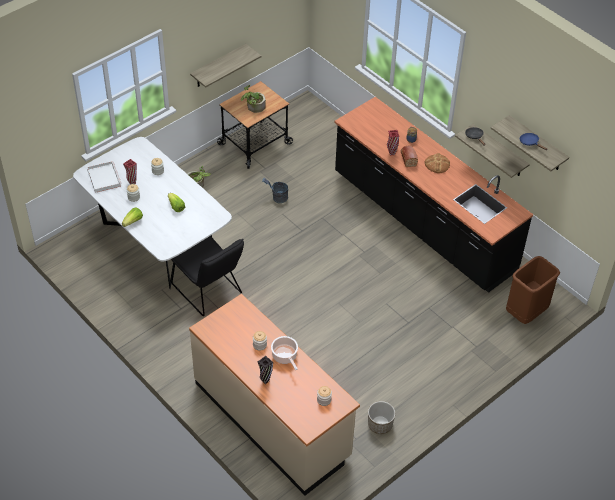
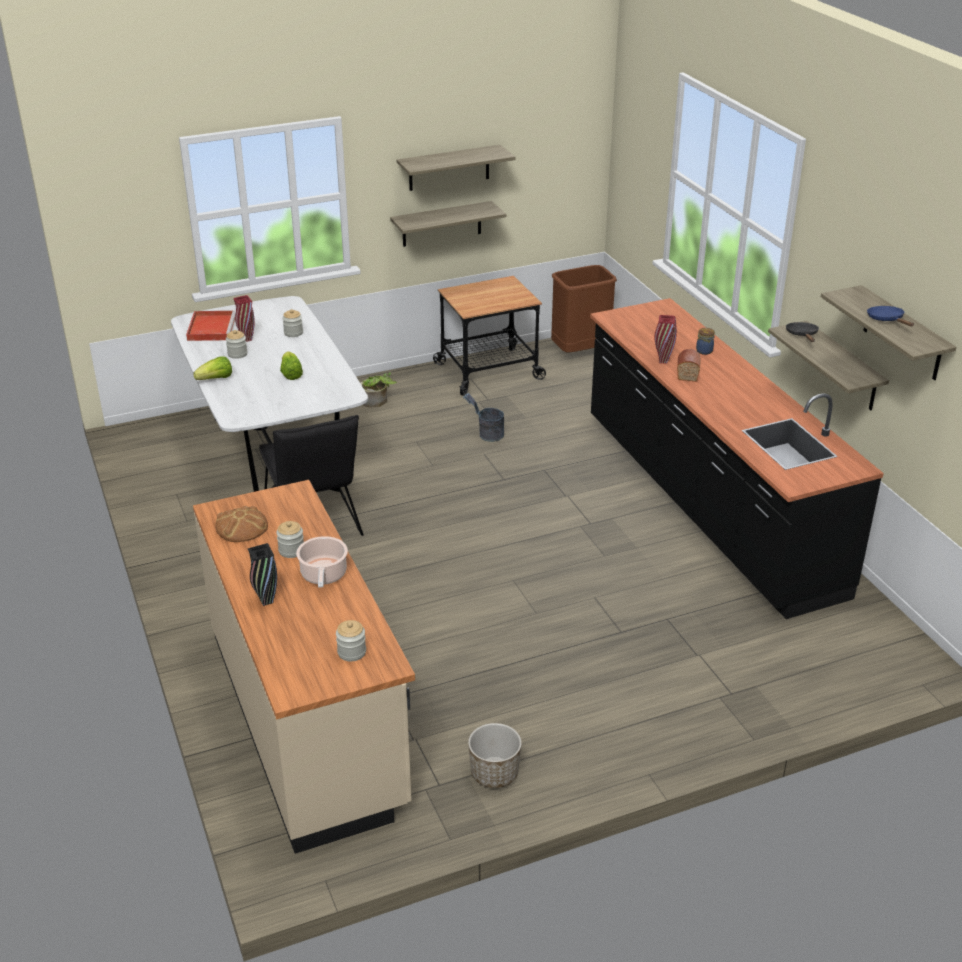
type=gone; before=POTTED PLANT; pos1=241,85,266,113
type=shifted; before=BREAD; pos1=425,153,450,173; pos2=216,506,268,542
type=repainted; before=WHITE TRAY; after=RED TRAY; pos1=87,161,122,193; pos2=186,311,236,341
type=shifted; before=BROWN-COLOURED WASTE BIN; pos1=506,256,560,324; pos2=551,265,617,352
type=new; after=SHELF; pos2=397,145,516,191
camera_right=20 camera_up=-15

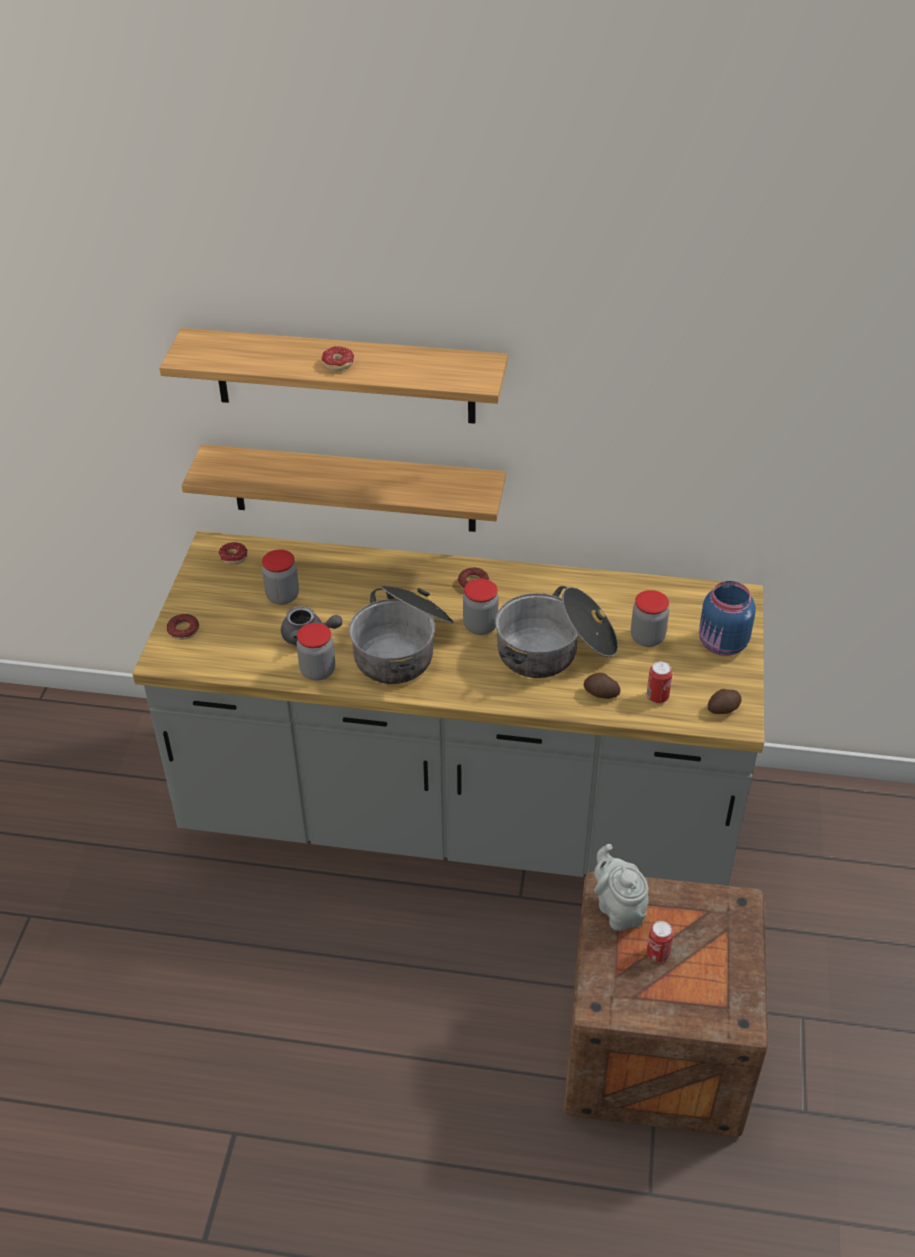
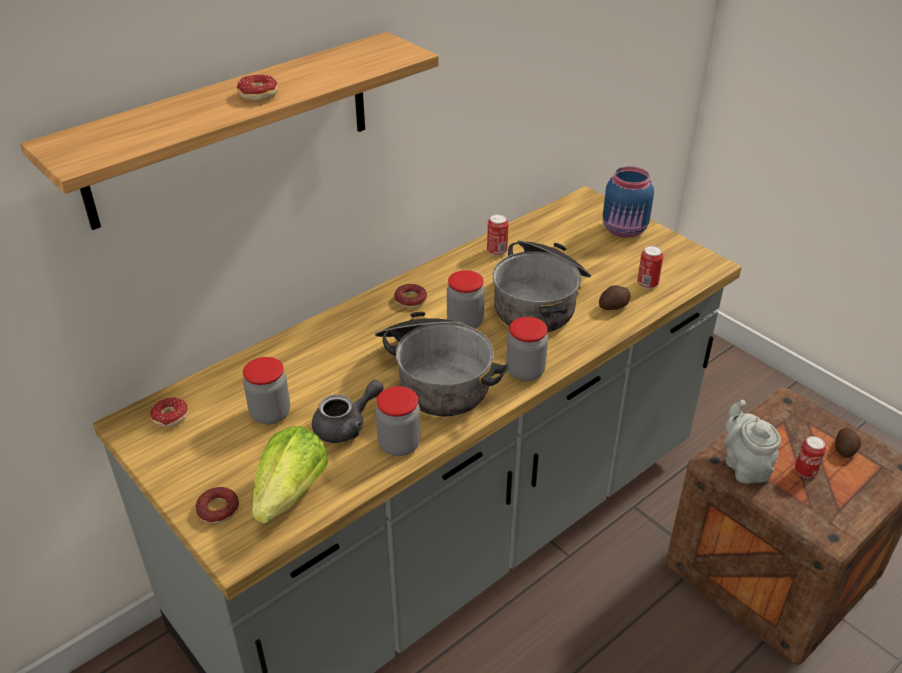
type=gone; before=SHELF; pos1=181,444,506,532
type=shifted; before=STORAGE JAR; pos1=631,590,669,647; pos2=506,317,548,381
type=shifted; before=SPUD; pos1=708,689,741,714; pos2=835,428,861,458
type=rotated; before=GRAY TEA POT; pos1=594,844,649,931; pos2=724,400,781,484; turn=60
type=new; after=CAN; pos2=487,214,509,256
type=new; after=LETTUCE; pos2=252,426,328,523
camera_right=-50 camera_up=-5

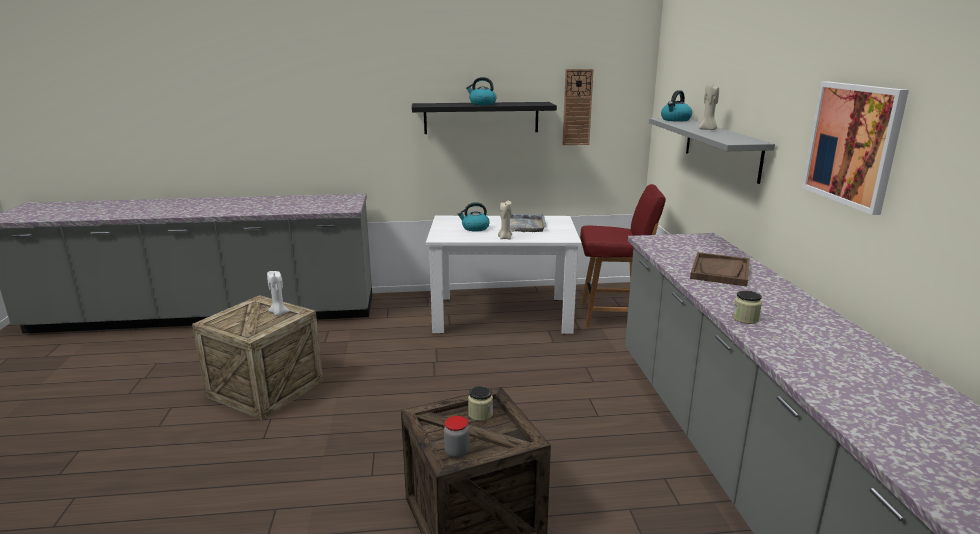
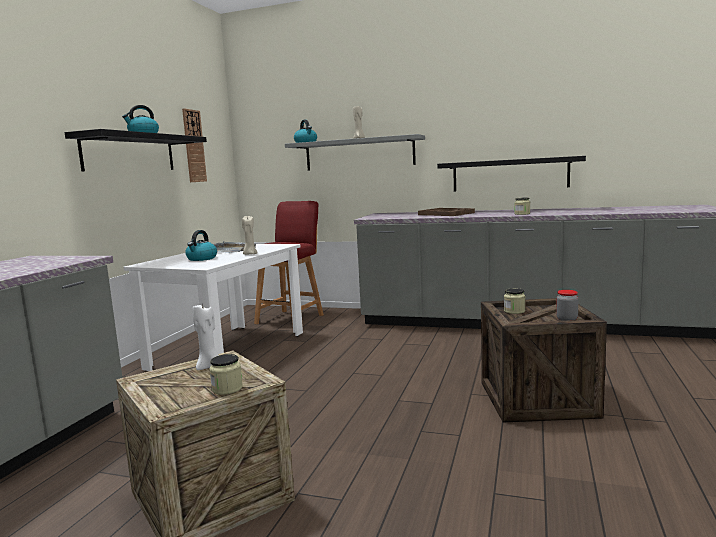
type=gone; before=WALL ART; pos1=802,82,909,215
type=new; after=BLACK-COLOURED SHELF; pos2=437,156,586,192
type=new; after=STORAGE JAR; pos2=209,354,243,395
camera_right=-65 camera_up=-10

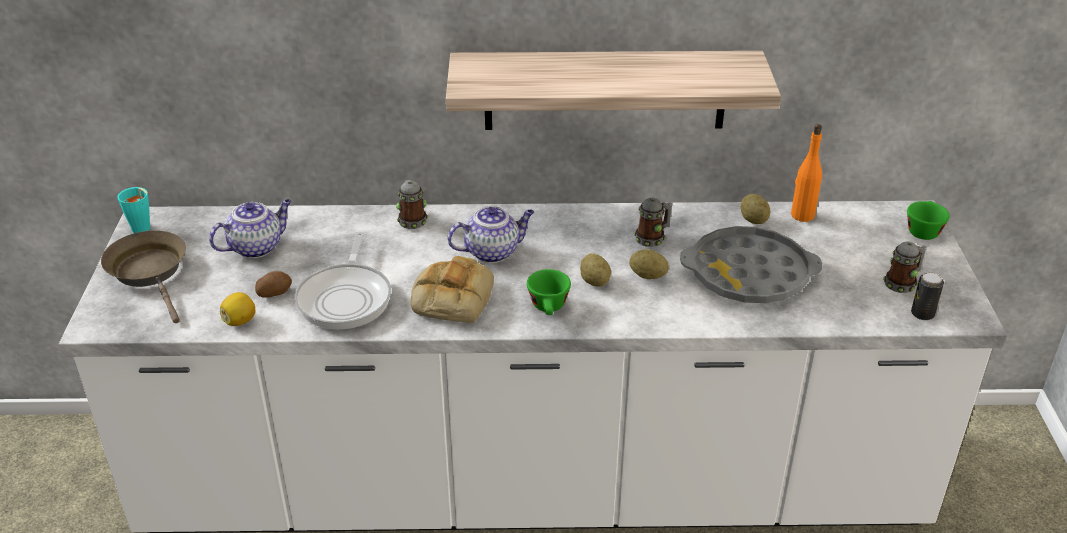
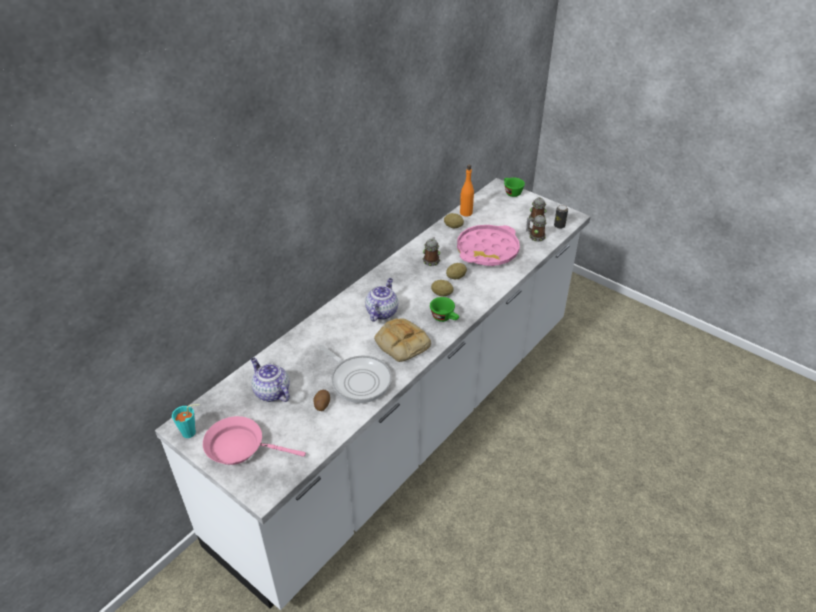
type=gone; before=SHELF; pos1=446,51,781,130
type=shifted; before=MUG; pos1=396,180,428,229; pos2=526,215,547,242
type=rotated; before=TEA POT; pos1=209,199,292,258; pos2=251,358,290,402; turn=-45
type=repainted; before=GRAY TRAY; after=PINKISH TRAY; pos1=680,226,822,303; pos2=457,225,520,266
type=repainted; before=BROWN-COLOURED SKILLET; after=PINKISH SKILLET; pos1=101,230,186,323; pos2=203,416,306,465
type=gone; before=LEMON; pos1=220,292,255,326
camera_right=-50 camera_up=5

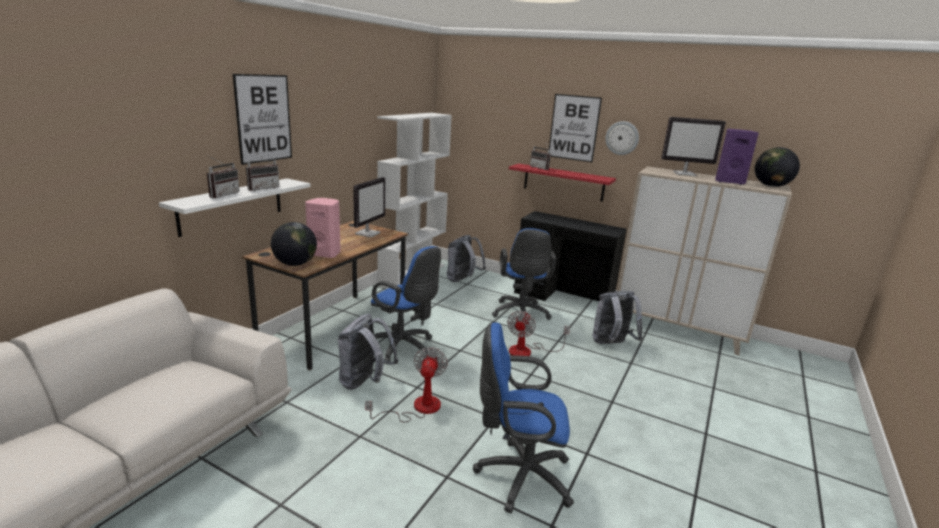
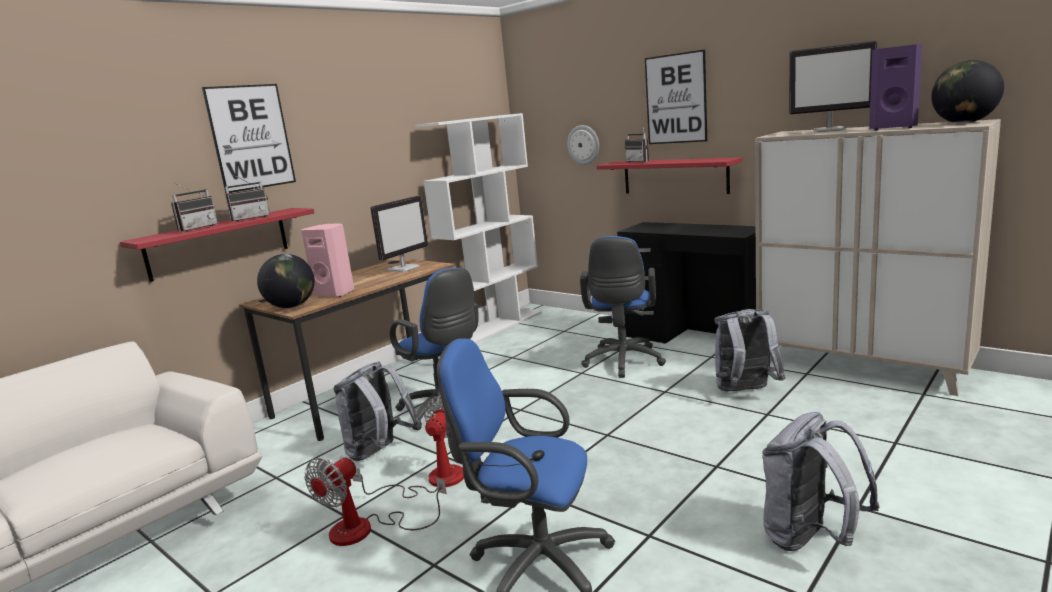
type=shifted; before=CLOCK ON THE WALL; pos1=605,121,639,155; pos2=567,125,599,165
type=repainted; before=WHITE SHELF; after=RED SHELF; pos1=159,178,311,237; pos2=120,208,314,282
type=shifted; before=GRAY KNAPSACK; pos1=447,235,486,282; pos2=762,412,880,551
type=shifted; before=FAN; pos1=507,311,570,356; pos2=304,456,447,546
camera_right=15 camera_up=-5

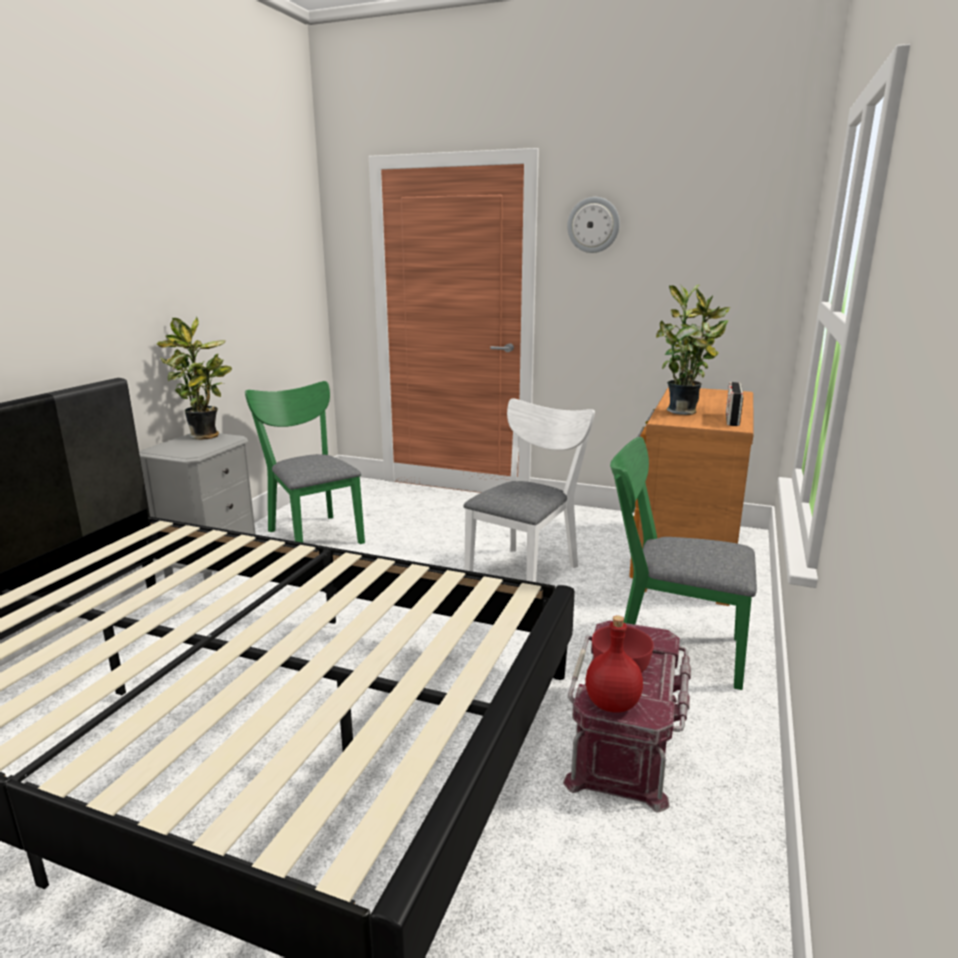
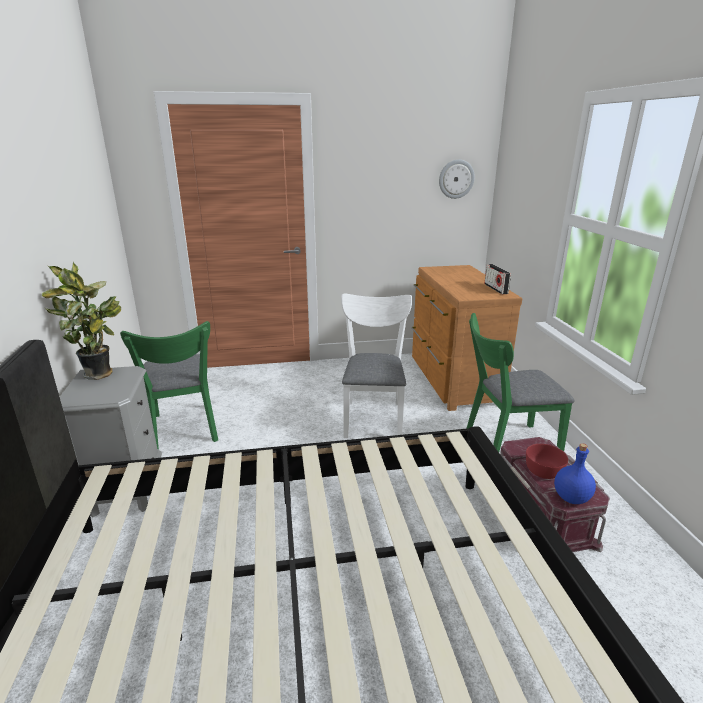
type=shifted; before=CLOCK ON THE WALL; pos1=567,197,620,253; pos2=439,159,475,199
type=gone; before=POTTED PLANT; pos1=656,284,731,415
type=rotated; before=GREEN-COLOURED CHAIR; pos1=245,381,365,544; pos2=120,321,218,450; turn=-135
type=repainted; before=RED BOTTLE; after=BLUISH BOTTLE; pos1=585,615,643,713; pos2=554,443,596,504
camera_right=-30 camera_up=5

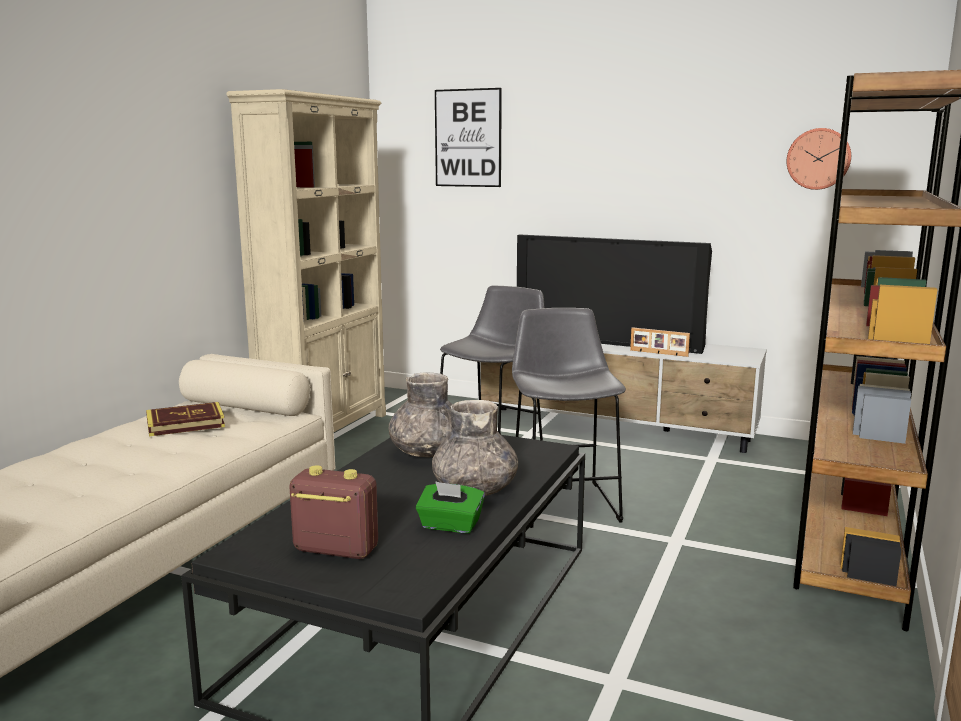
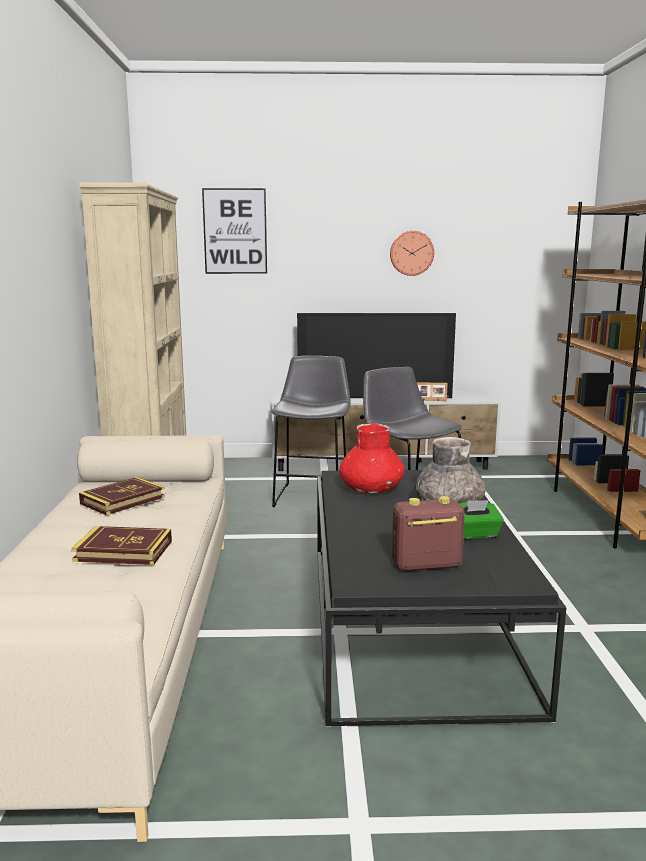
type=shifted; before=CLOCK ON THE WALL; pos1=787,128,851,190; pos2=390,231,434,276
type=repainted; before=GRAY DECORATIVE VASE; after=RED DECORATIVE VASE; pos1=389,372,453,457; pos2=339,424,405,493
type=new; after=BOOK; pos2=72,526,172,565
camera_right=-25 camera_up=0

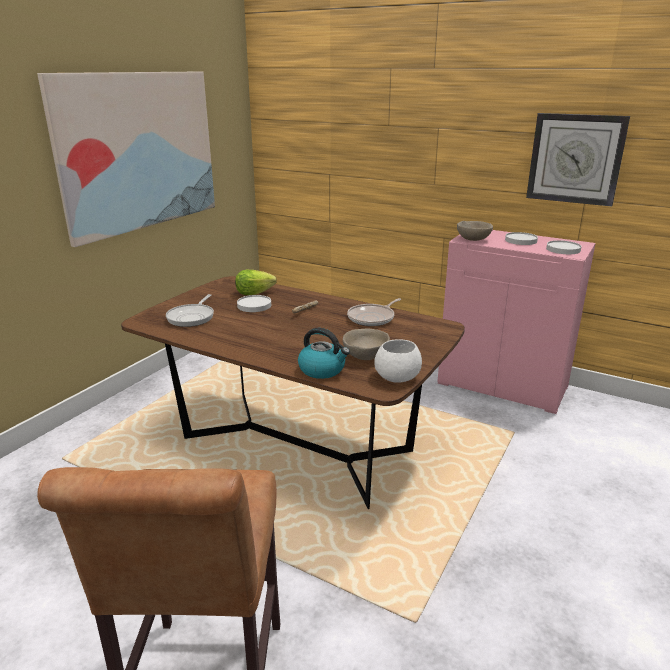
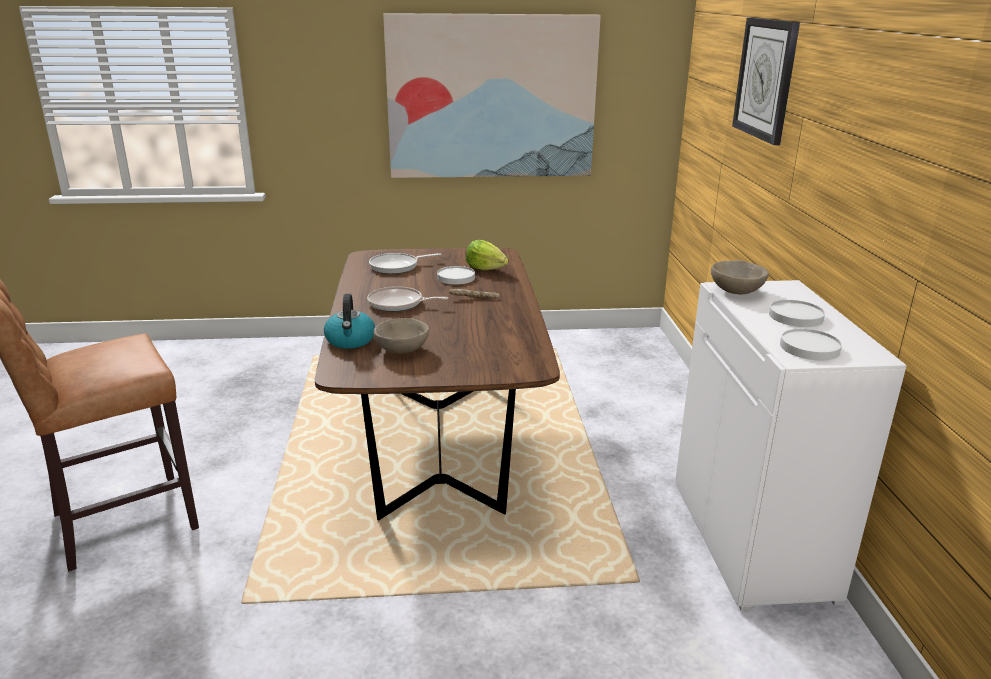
type=shifted; before=CLOCK ON THE WALL; pos1=526,113,630,207; pos2=732,17,800,145
type=repainted; before=PINKISH STORAGE CABINET; after=WHITE STORAGE CABINET; pos1=437,230,596,414; pos2=675,280,907,611
type=shifted; before=SKILLET; pos1=347,298,401,326; pos2=367,286,449,312
type=gone; before=WHITE SERVING BOWL; pos1=374,340,422,382
camera_right=55 camera_up=0

